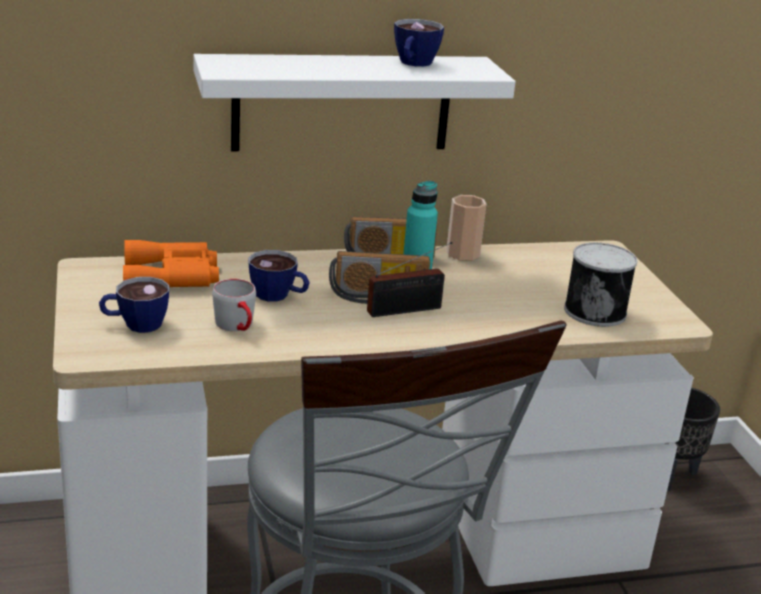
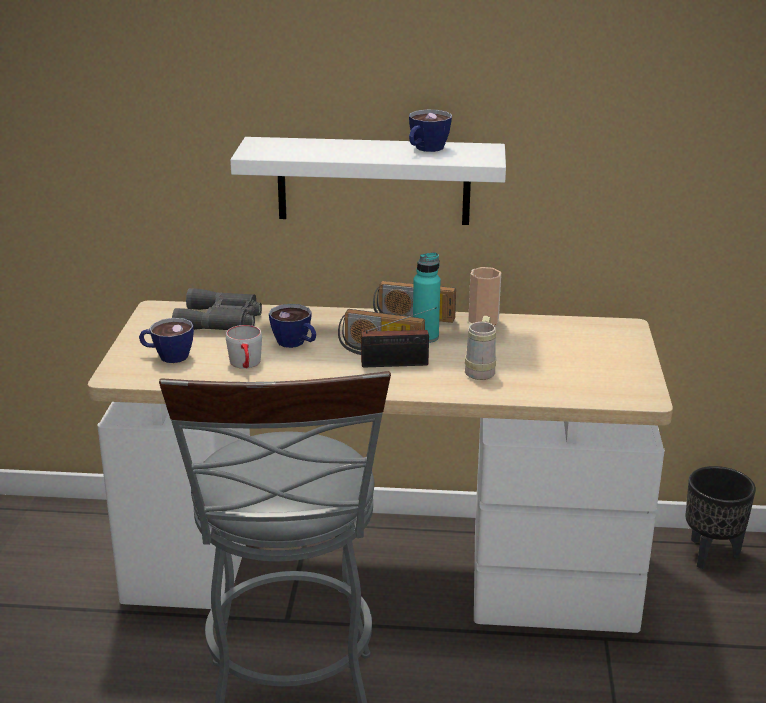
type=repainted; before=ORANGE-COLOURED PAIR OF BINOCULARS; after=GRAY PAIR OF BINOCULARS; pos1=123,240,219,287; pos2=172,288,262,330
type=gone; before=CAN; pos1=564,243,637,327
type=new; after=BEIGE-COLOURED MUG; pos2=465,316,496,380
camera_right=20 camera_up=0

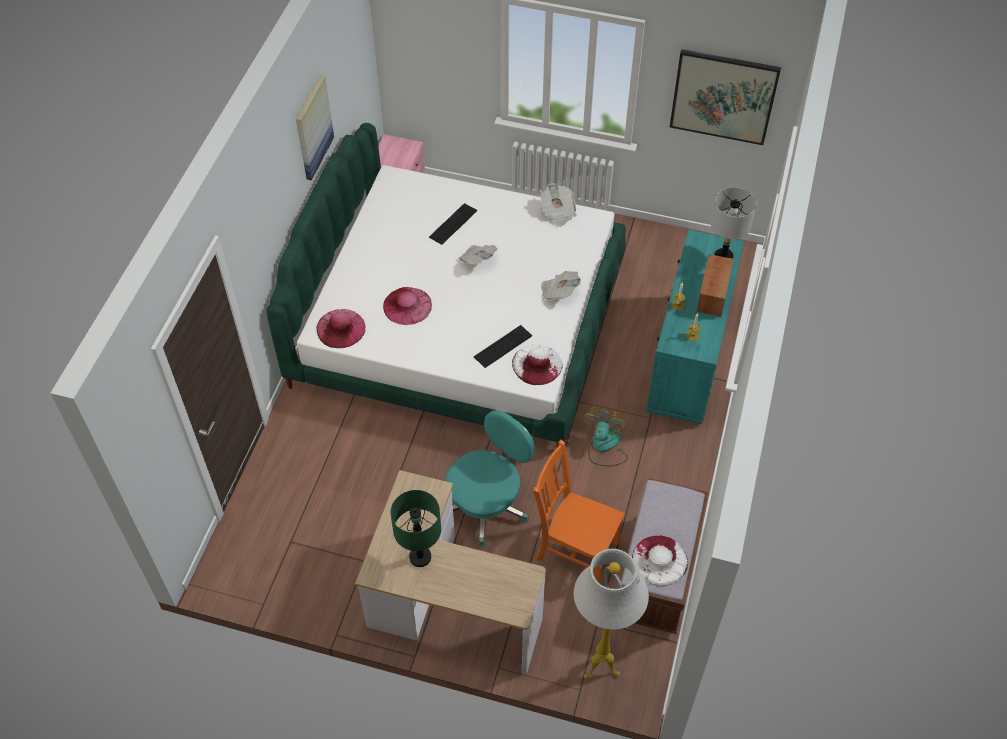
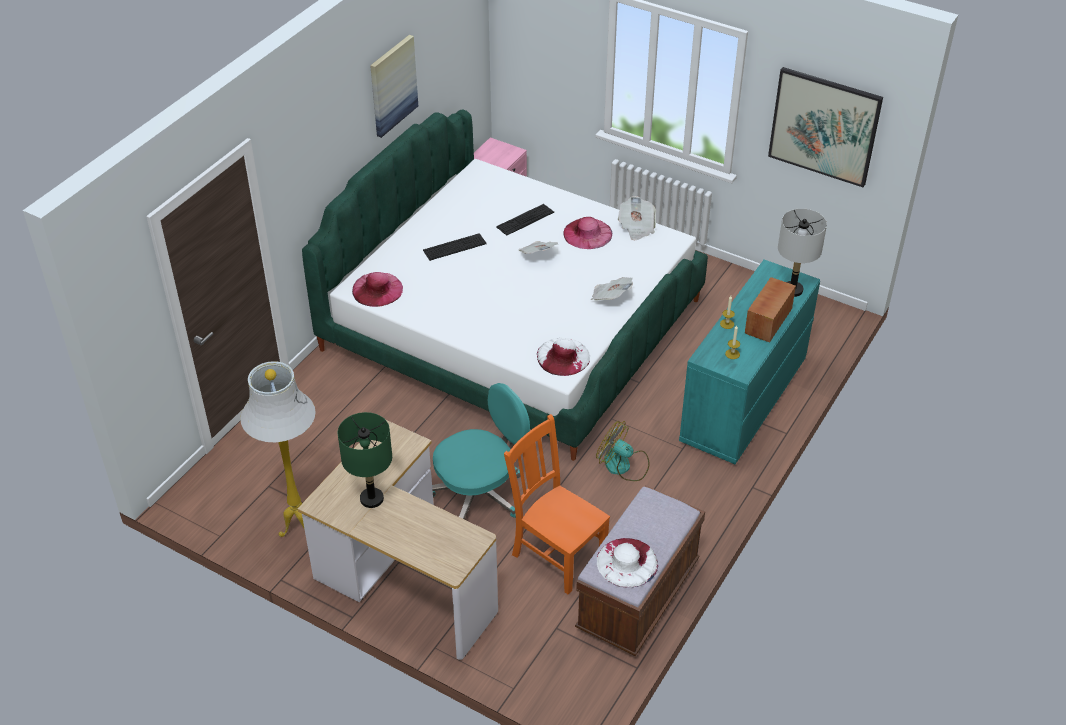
type=shifted; before=PINKISH CLOTHING HAT; pos1=383,287,432,325; pos2=563,217,612,249
type=shifted; before=COMPUTER KEYBOARD; pos1=474,325,532,368; pos2=423,233,487,261
type=rotated; before=FAN; pos1=583,407,628,466; pos2=596,421,650,481; turn=-90
type=shifted; before=WHITE STANDING LAMP; pos1=574,549,649,679; pos2=240,361,316,537
camera_right=15 camera_up=-10

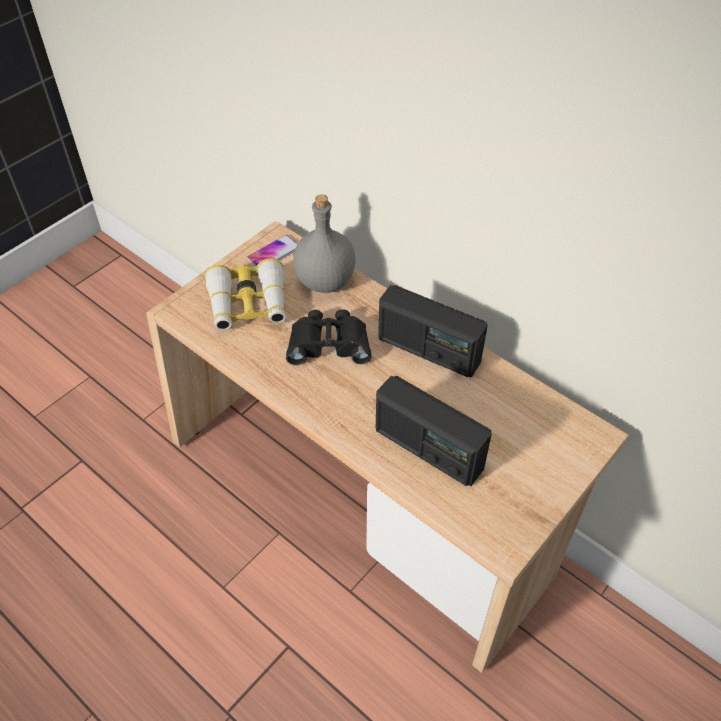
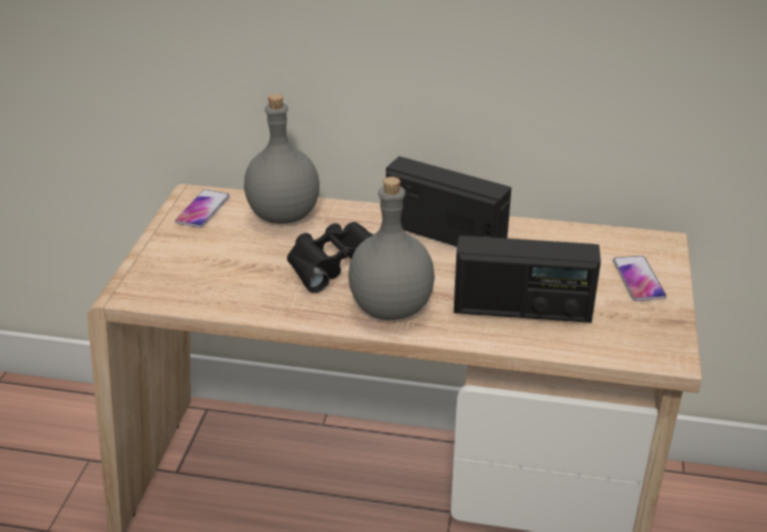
type=gone; before=PAIR OF BINOCULARS; pos1=205,258,286,331
type=rotated; before=RADIO; pos1=378,285,488,377; pos2=386,156,511,247; turn=-150
type=new; after=GRAY BOTTLE; pos2=348,177,435,320
type=new; after=PHONE; pos2=613,256,666,301
camera_right=-30 camera_up=-15

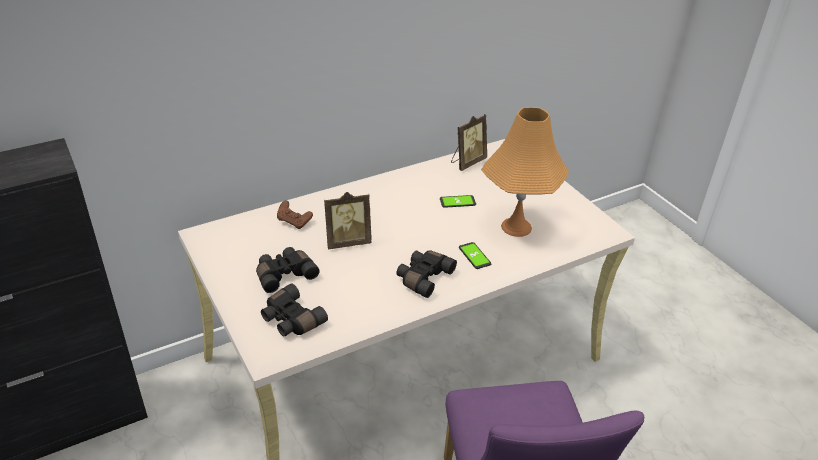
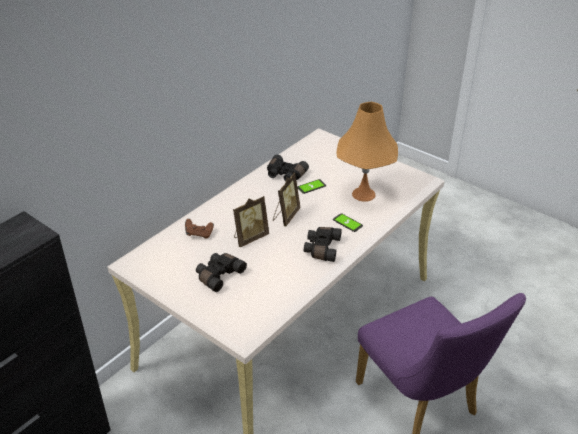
type=shifted; before=STANDING FRAME; pos1=451,114,487,171; pos2=273,172,301,226
type=shifted; before=BLACK-COLOURED PAIR OF BINOCULARS; pos1=261,283,328,336; pos2=267,155,309,181
camera_right=-20 camera_up=0

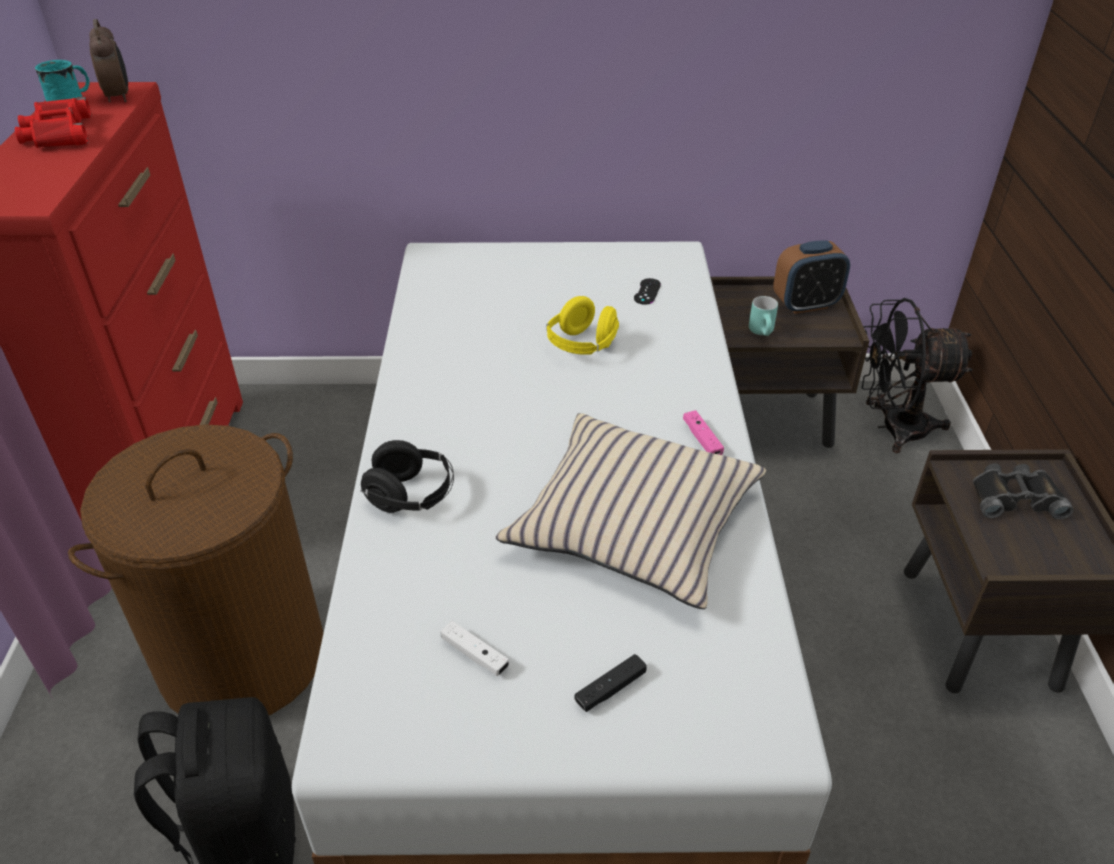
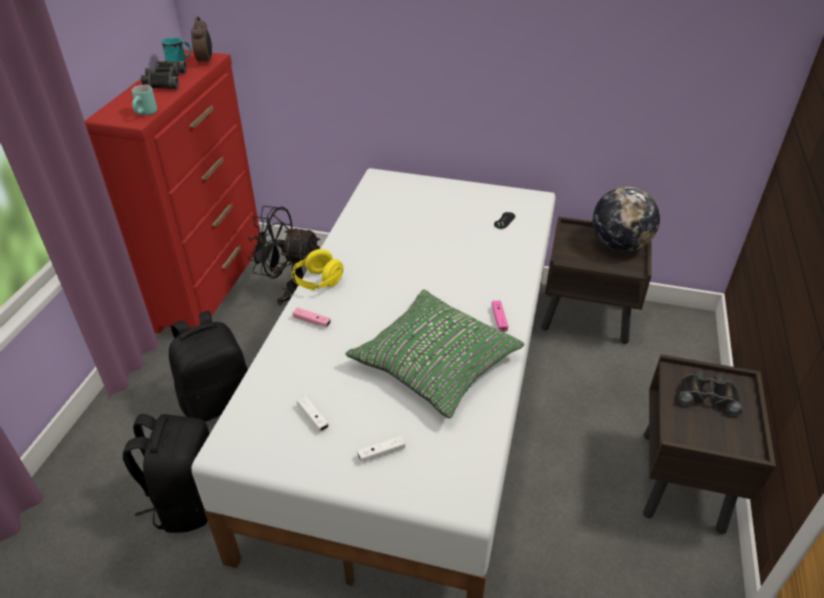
type=repainted; before=RED PAIR OF BINOCULARS; after=BLACK-COLOURED PAIR OF BINOCULARS; pos1=15,97,91,148; pos2=141,61,187,89
type=swapped; before=TABLE CLOCK; after=GLOBE; pos1=773,240,850,314; pos2=593,186,660,252
type=shifted; before=YELLOWISH HEADSET; pos1=546,296,619,355; pos2=292,249,343,290
type=shifted; before=BLUE-GREEN MUG; pos1=749,296,778,336; pos2=132,85,157,115
type=shifted; before=BLACK-COLOURED FAN; pos1=862,298,973,453; pos2=247,206,320,305
type=repainted; before=BEIGE-COLOURED CUSHION; after=GREEN-COLOURED CUSHION; pos1=496,413,766,609; pos2=345,290,524,419
type=swapped; before=BROWN-COLOURED WASHING BASKET; after=BLACK-COLOURED KNAPSACK; pos1=68,424,323,715; pos2=169,311,248,422
type=swapped; before=BLACK-COLOURED HEADSET; after=PINKISH JOYPAD; pos1=360,440,454,513; pos2=293,307,331,327
type=repainted; before=BLACK-COLOURED JOYPAD; after=WHITE JOYPAD; pos1=574,654,647,712; pos2=357,436,405,462
camera_right=15 camera_up=0

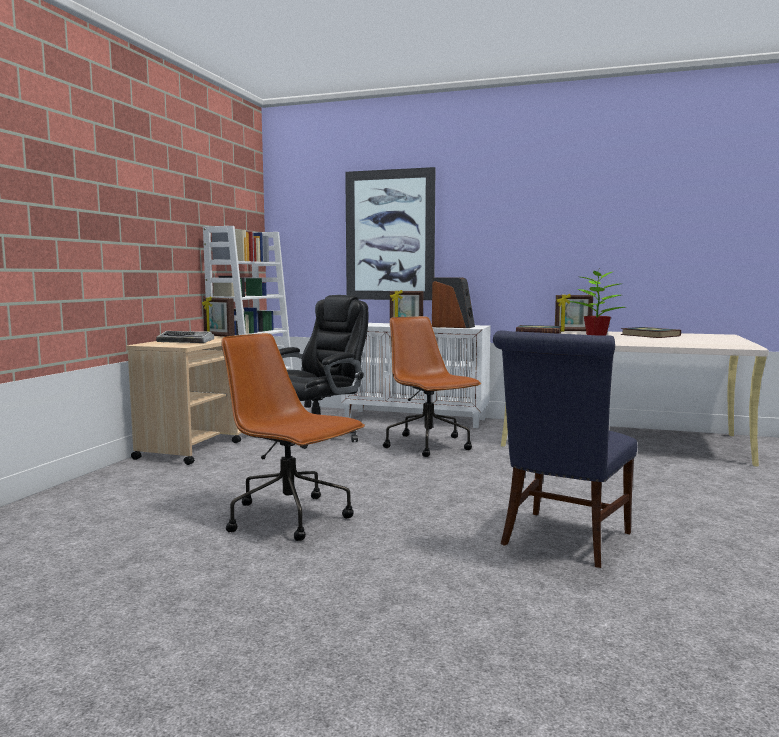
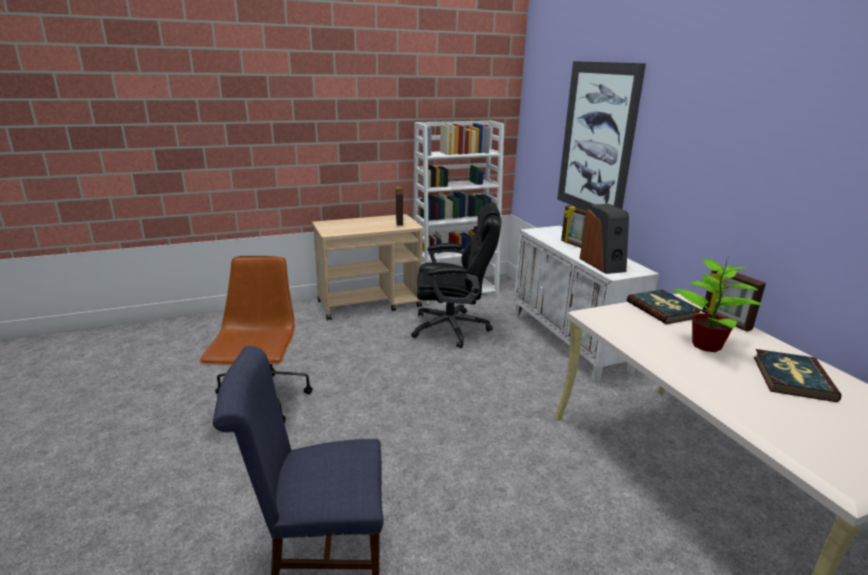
type=gone; before=BROWN-COLOURED OFFICE CHAIR; pos1=383,316,481,457
type=gone; before=COMPUTER KEYBOARD; pos1=156,331,214,343
camera_right=50 camera_up=15

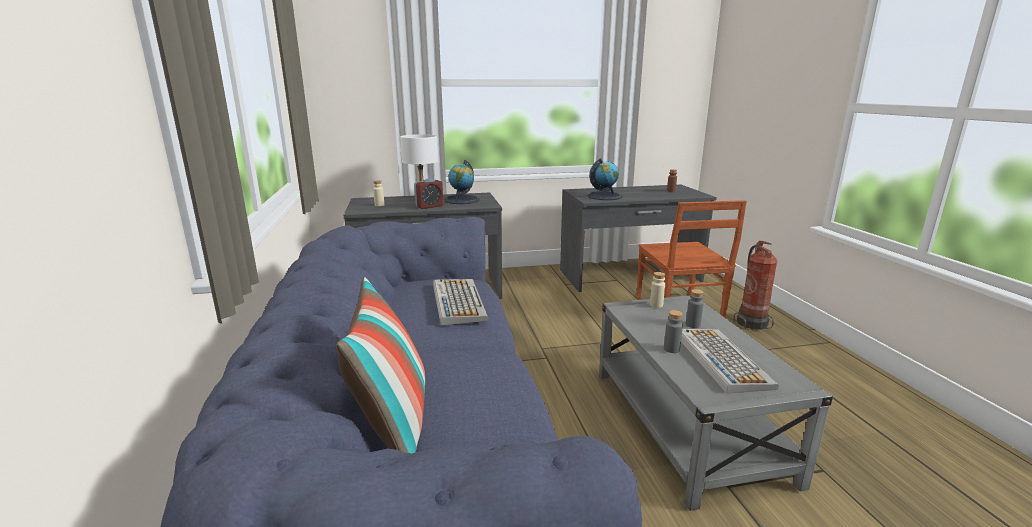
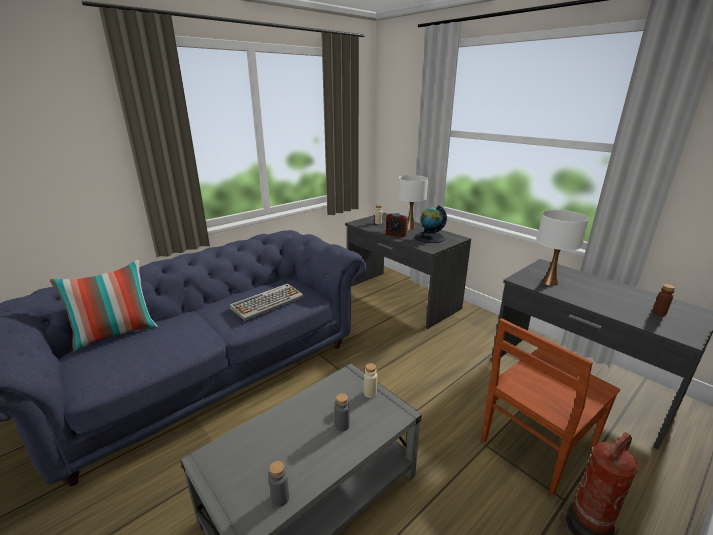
type=swapped; before=GLOBE; after=WHITE TABLETOP LAMP; pos1=588,159,622,200; pos2=537,210,589,286
type=shifted; before=GRAY BOTTLE; pos1=664,310,683,353; pos2=269,461,289,507
type=gone; before=COMPUTER KEYBOARD; pos1=681,329,779,393
camera_right=60 camera_up=5

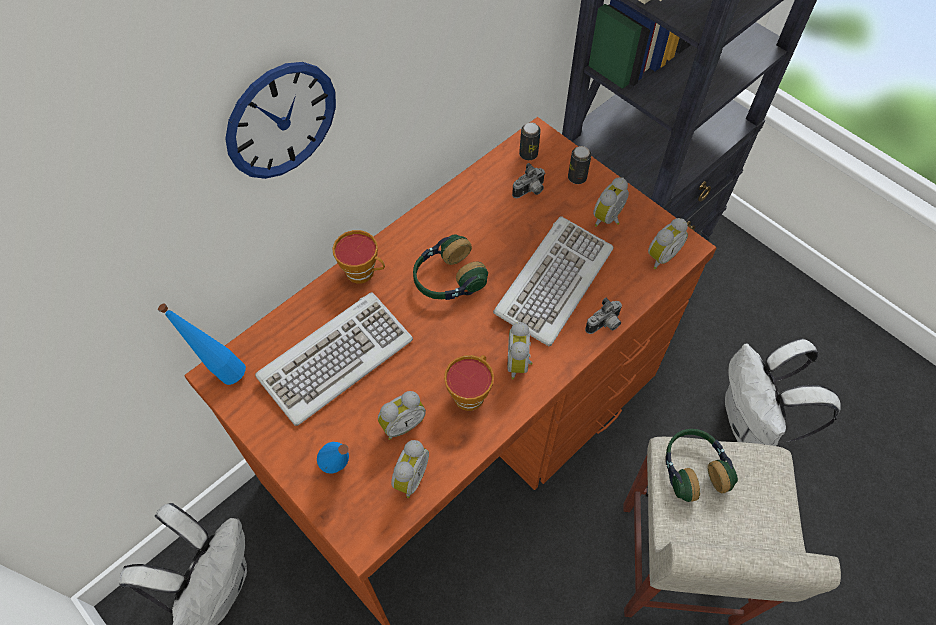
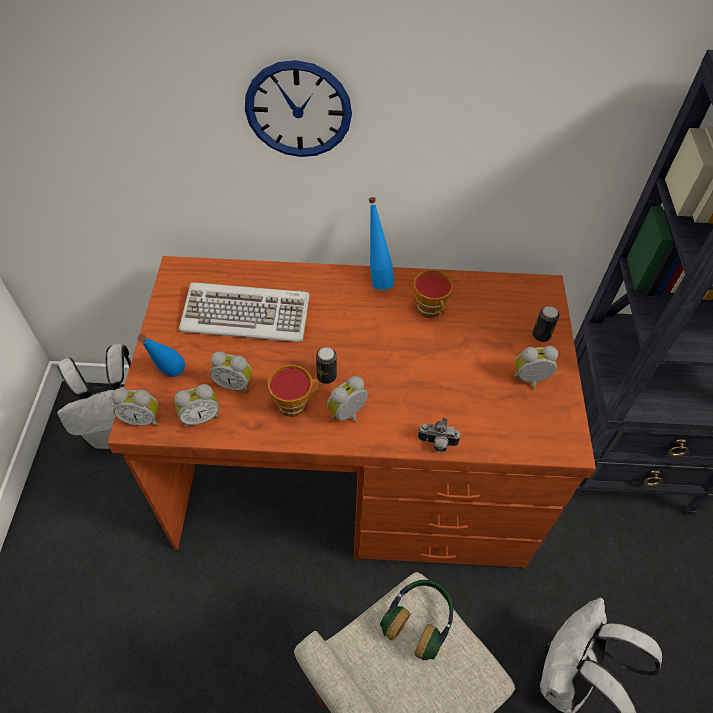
type=shifted; before=CAN; pos1=519,122,541,160; pos2=316,347,337,384
type=gone; before=PHOTO CAMERA; pos1=512,163,545,198
type=gone; before=COMPUTER KEYBOARD; pos1=493,216,613,346
type=shifted; before=TABLE CLOCK; pos1=648,218,688,269; pos2=112,388,158,426
type=shifted; before=SMALL CUP; pos1=332,230,385,284; pos2=413,270,454,318
type=gone; before=HEADSET; pos1=413,234,488,300
type=shifted; before=BLUISH BOTTLE; pos1=158,303,246,385; pos2=369,197,394,290
camera_right=45 camera_up=-5

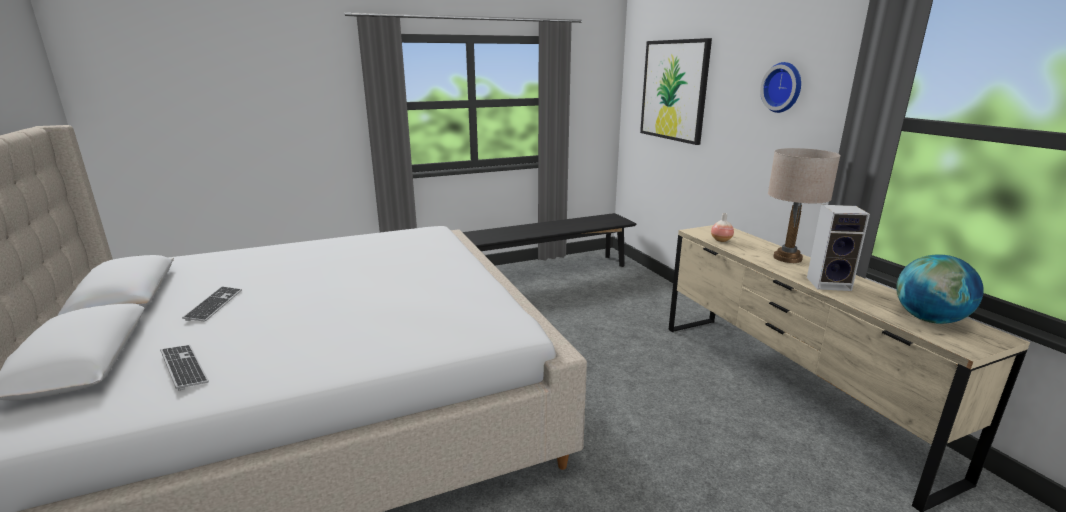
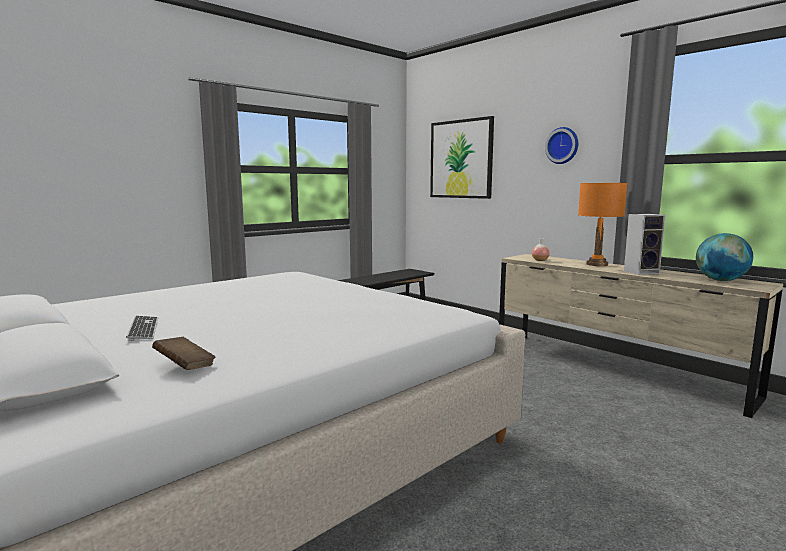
type=repainted; before=BEIGE-COLOURED TABLETOP LAMP; after=ORANGE-COLOURED TABLETOP LAMP; pos1=768,148,841,263; pos2=578,183,627,266
type=swapped; before=COMPUTER KEYBOARD; after=BROWN-COLOURED BOOK; pos1=161,345,209,391; pos2=152,337,215,370
camera_right=-20 camera_up=-10

